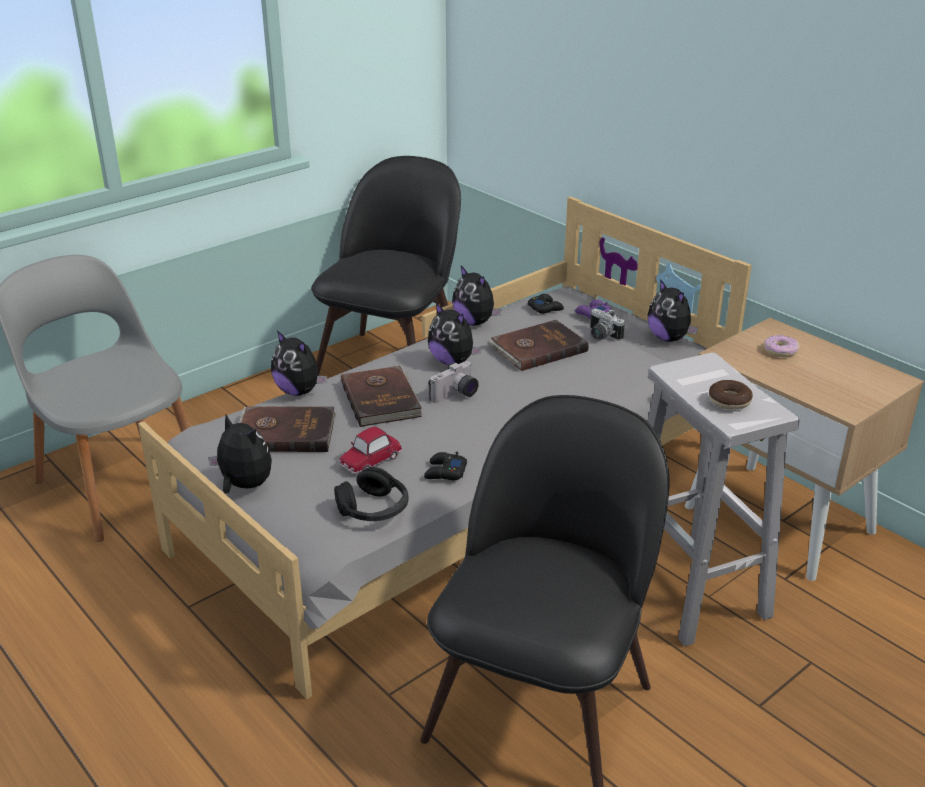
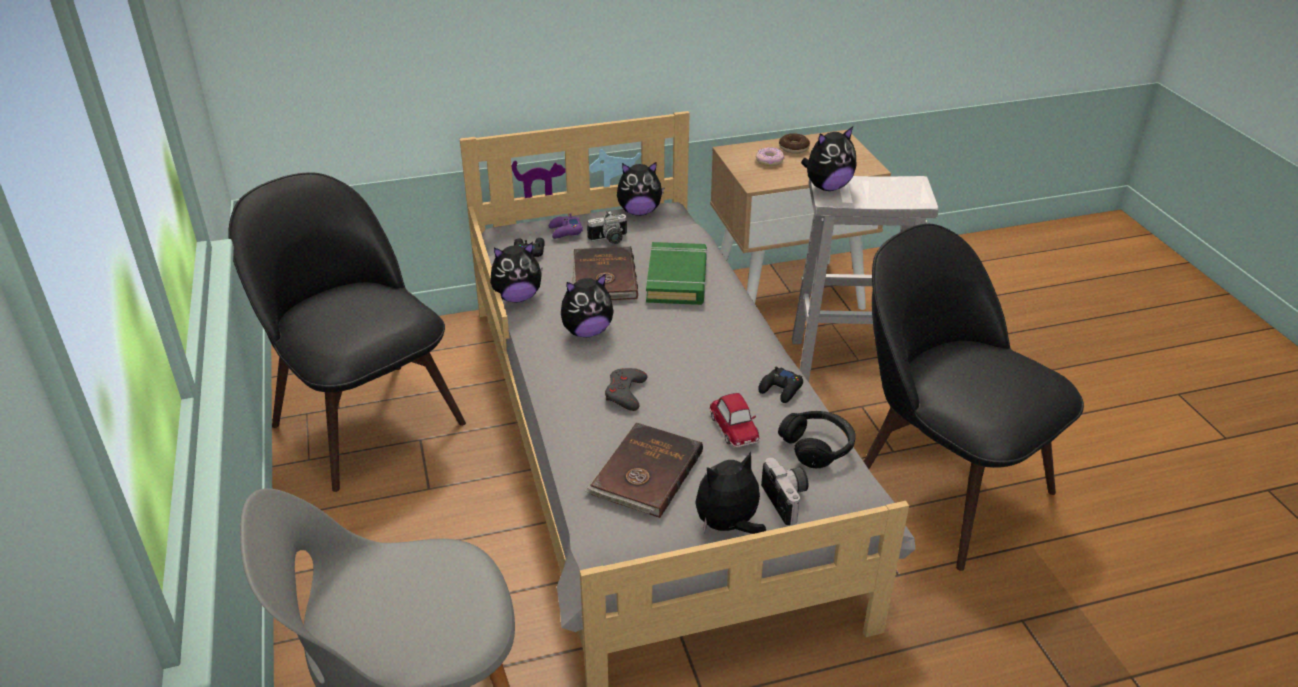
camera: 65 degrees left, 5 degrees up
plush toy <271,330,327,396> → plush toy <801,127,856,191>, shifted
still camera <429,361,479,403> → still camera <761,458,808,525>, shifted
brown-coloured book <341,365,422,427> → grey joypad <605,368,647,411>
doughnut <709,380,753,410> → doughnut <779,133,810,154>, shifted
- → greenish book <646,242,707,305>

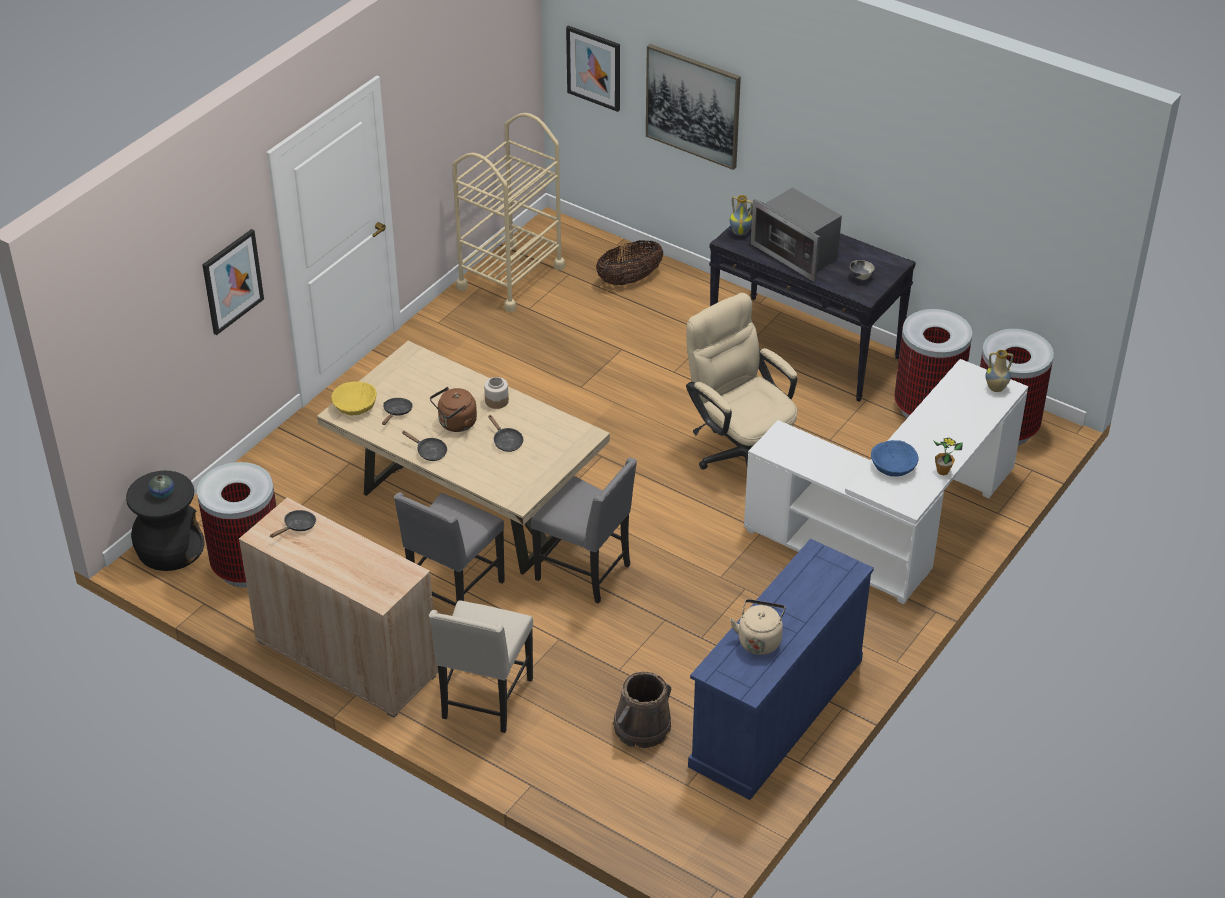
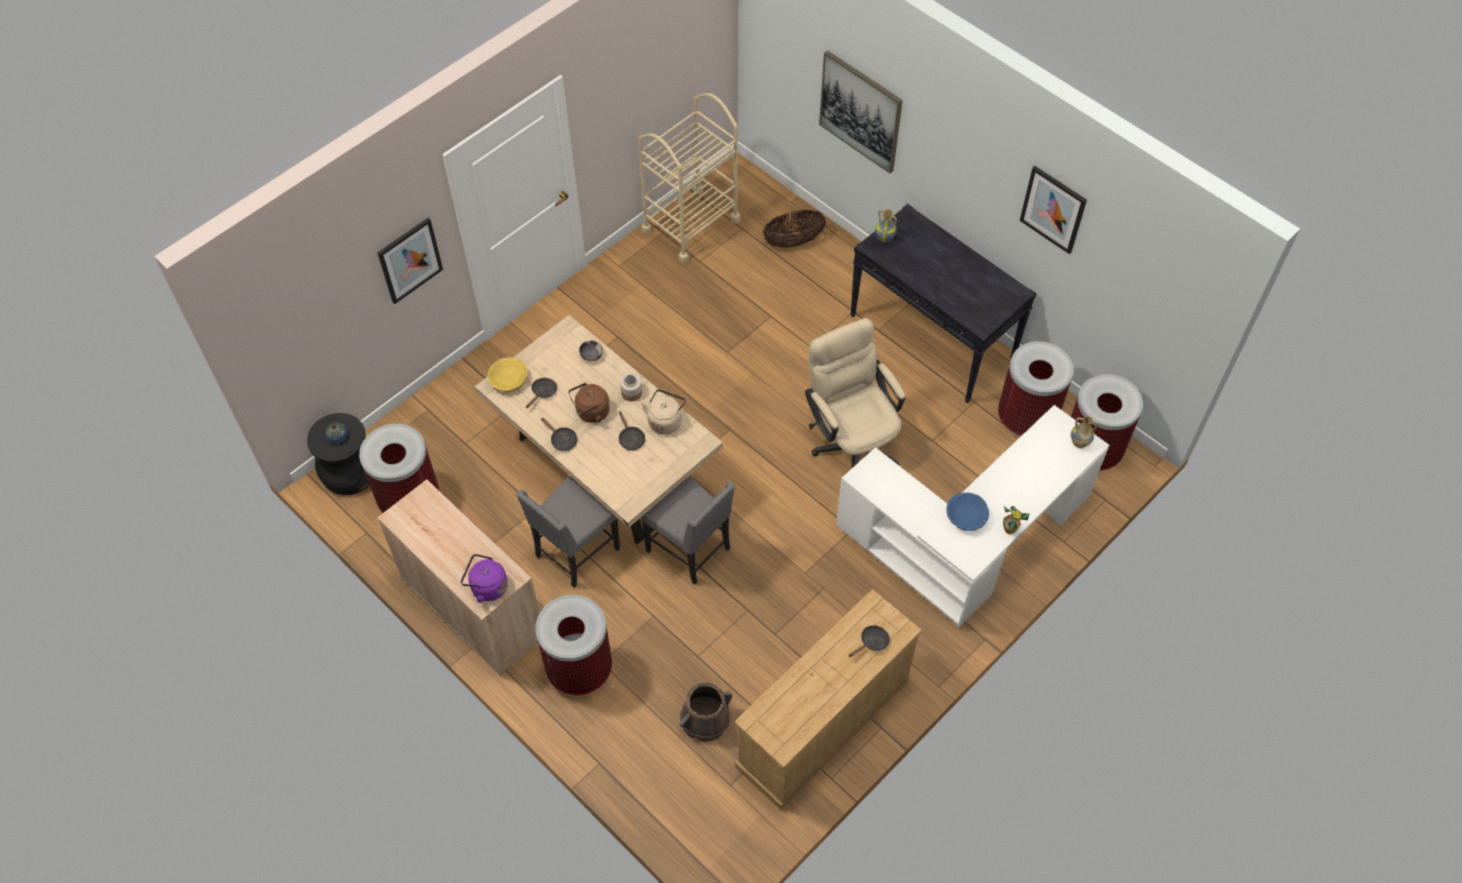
camera: 10 degrees right, 15 degrees up
wall picture <566,26,620,112> → wall picture <1020,166,1087,254>, shifted
kitchen microwave <751,188,842,282> → -
serving bowl <849,260,875,280> → serving bowl <579,340,603,361>, shifted
blackish frying pan <270,510,316,538> → blackish frying pan <849,625,890,657>, shifted
bluish dresser <688,539,874,800> → sand-coloured dresser <734,589,922,810>
sand-coloured tea kettle <730,599,786,655> → sand-coloured tea kettle <641,389,686,435>, shifted
sand-coloured chair <429,600,533,733> → trash can <535,595,612,695>
- → purple tea kettle <461,554,508,602>

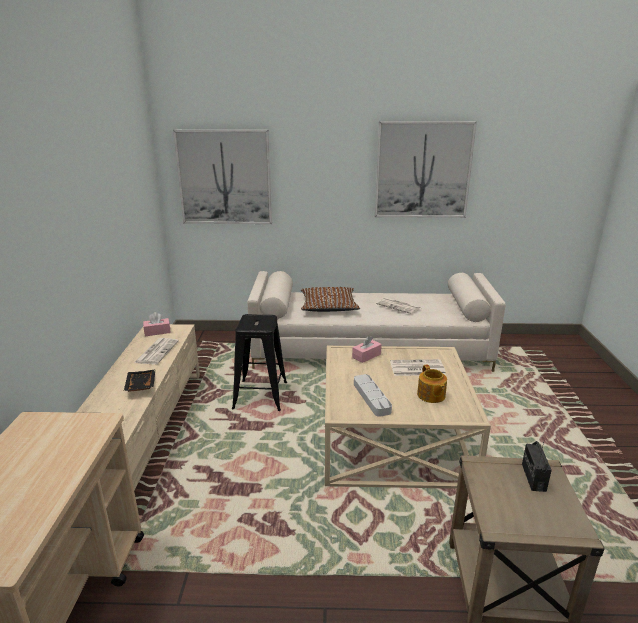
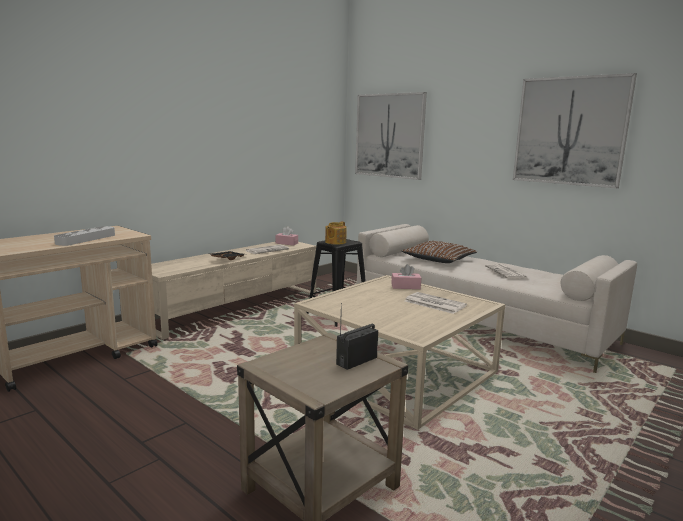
camera: 40 degrees right, 10 degrees down
pot for tea <417,364,447,403> → pot for tea <325,221,347,245>, shifted
grey serving tray <354,374,392,417> → grey serving tray <54,226,115,246>, shifted

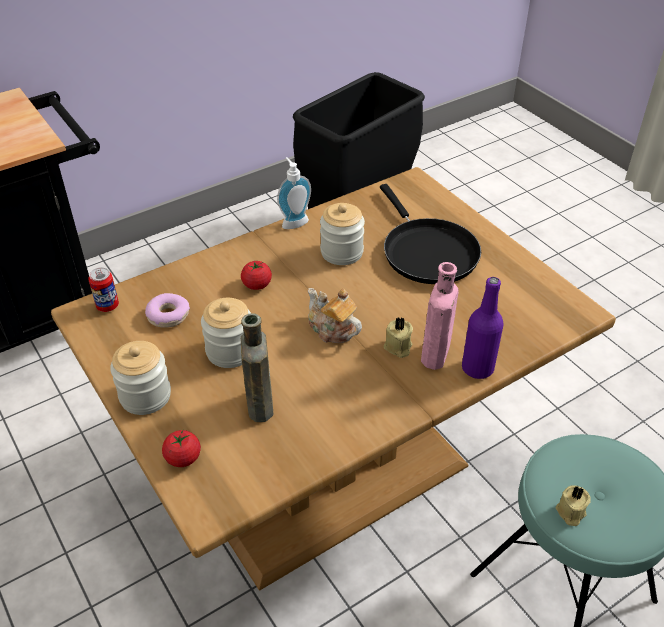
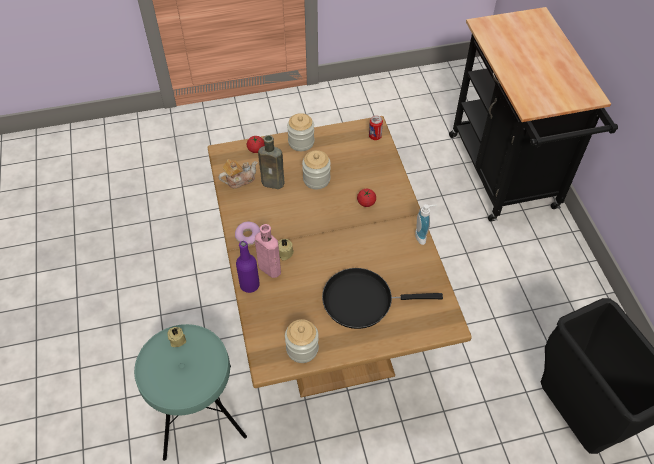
camera: 110 degrees right, 10 degrees up
preserve jar <320,203,365,265> → preserve jar <285,319,319,363>, shifted
pot for tea <307,288,362,343> → pot for tea <219,159,257,188>, shifted
doughnut <145,293,190,328> → doughnut <235,221,260,246>, shifted

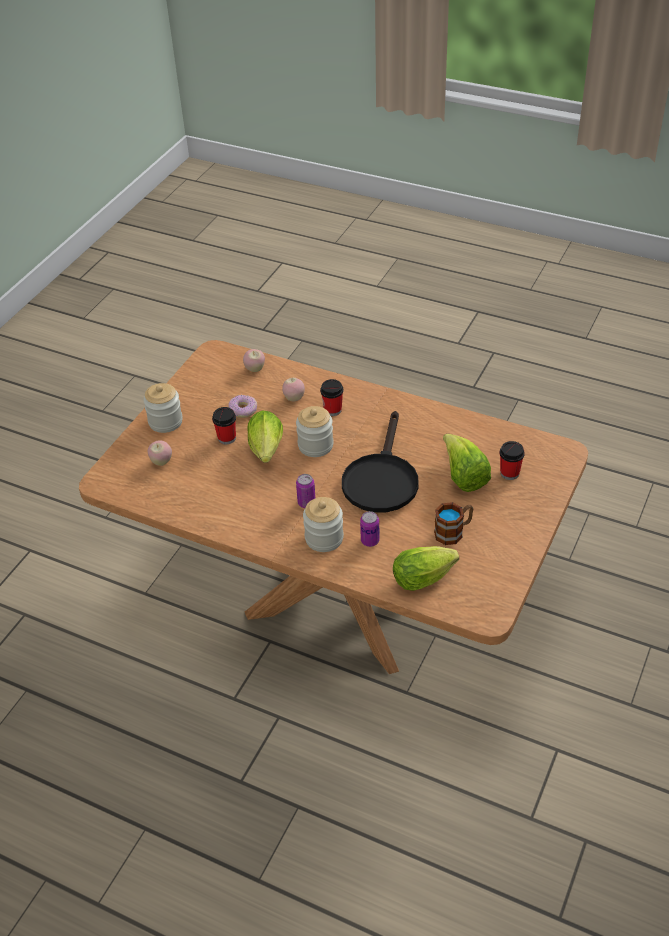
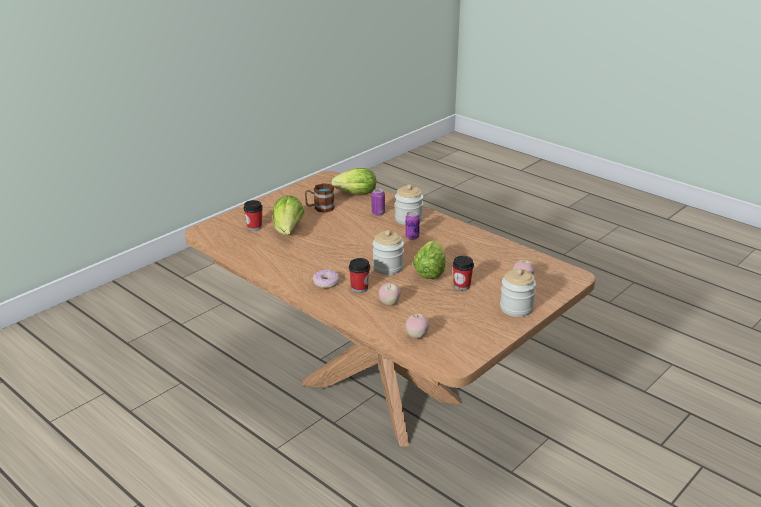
camera: 165 degrees left, 15 degrees down
doughnut <228,395,257,418> → doughnut <313,269,339,288>, shifted
blackish frying pan <342,411,419,513> → -

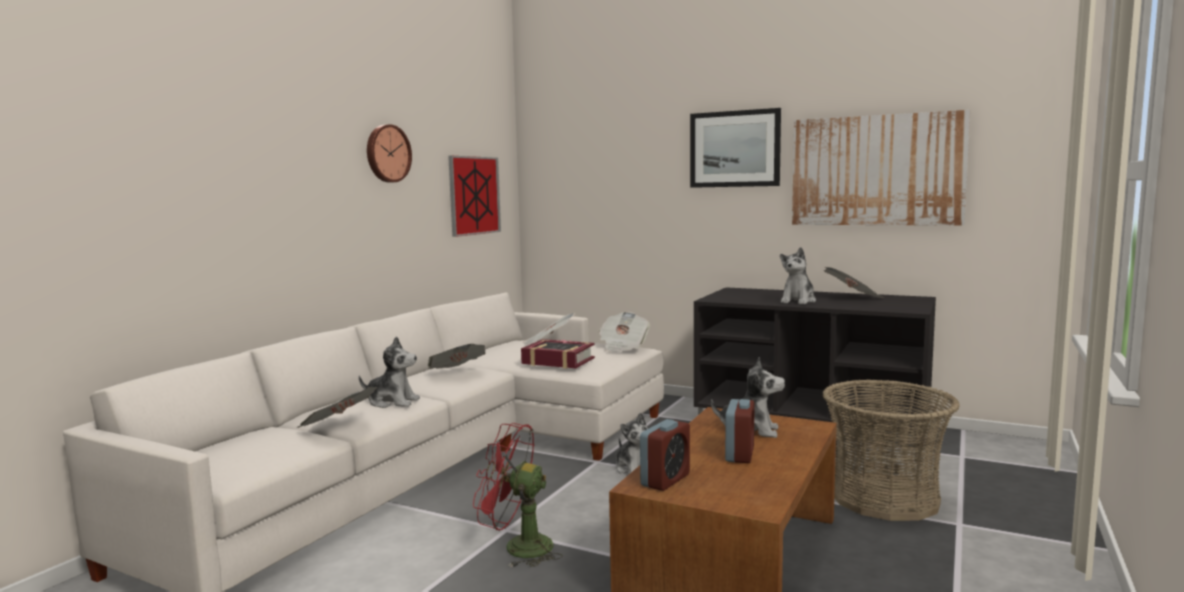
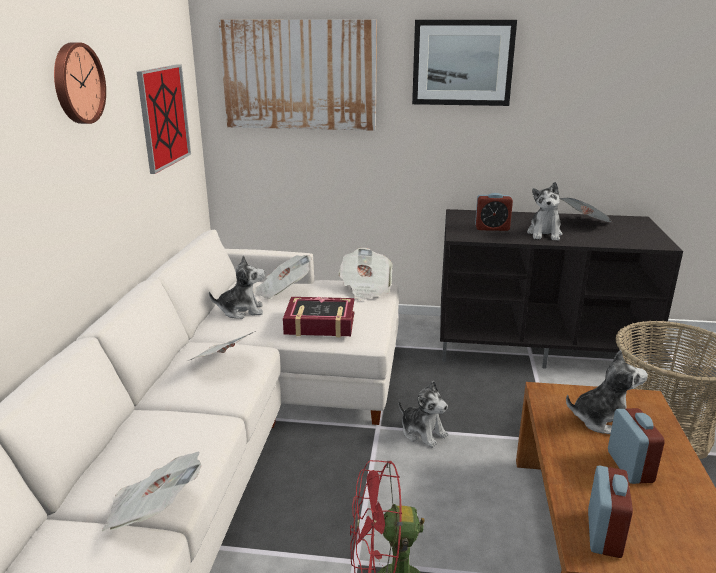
camera: 20 degrees left, 15 degrees up
wall picture <792,110,971,226> → wall picture <218,20,377,131>, shifted
plush toy <359,336,420,408> → plush toy <209,255,265,319>, shifted
- → table clock <475,193,513,231>

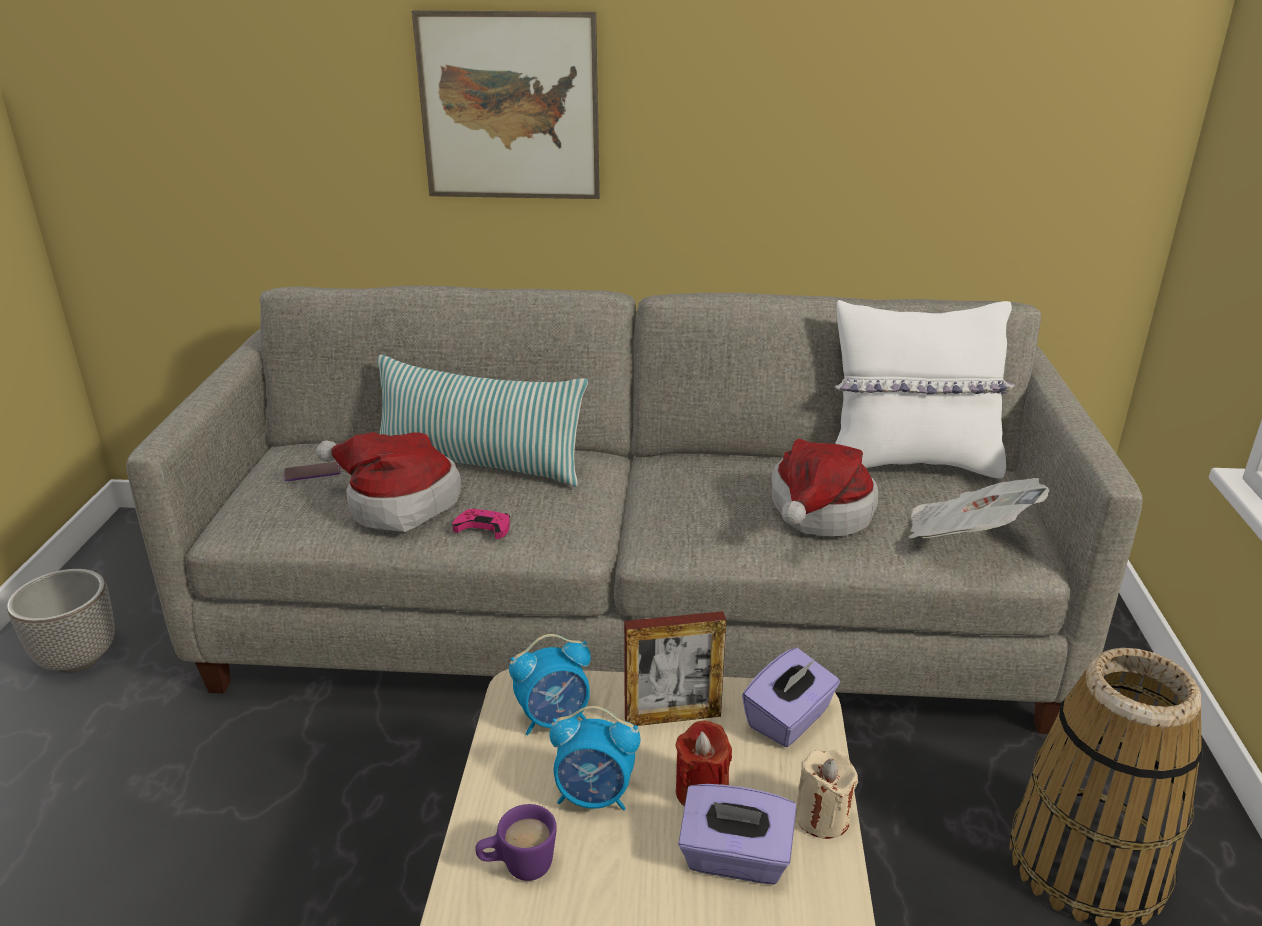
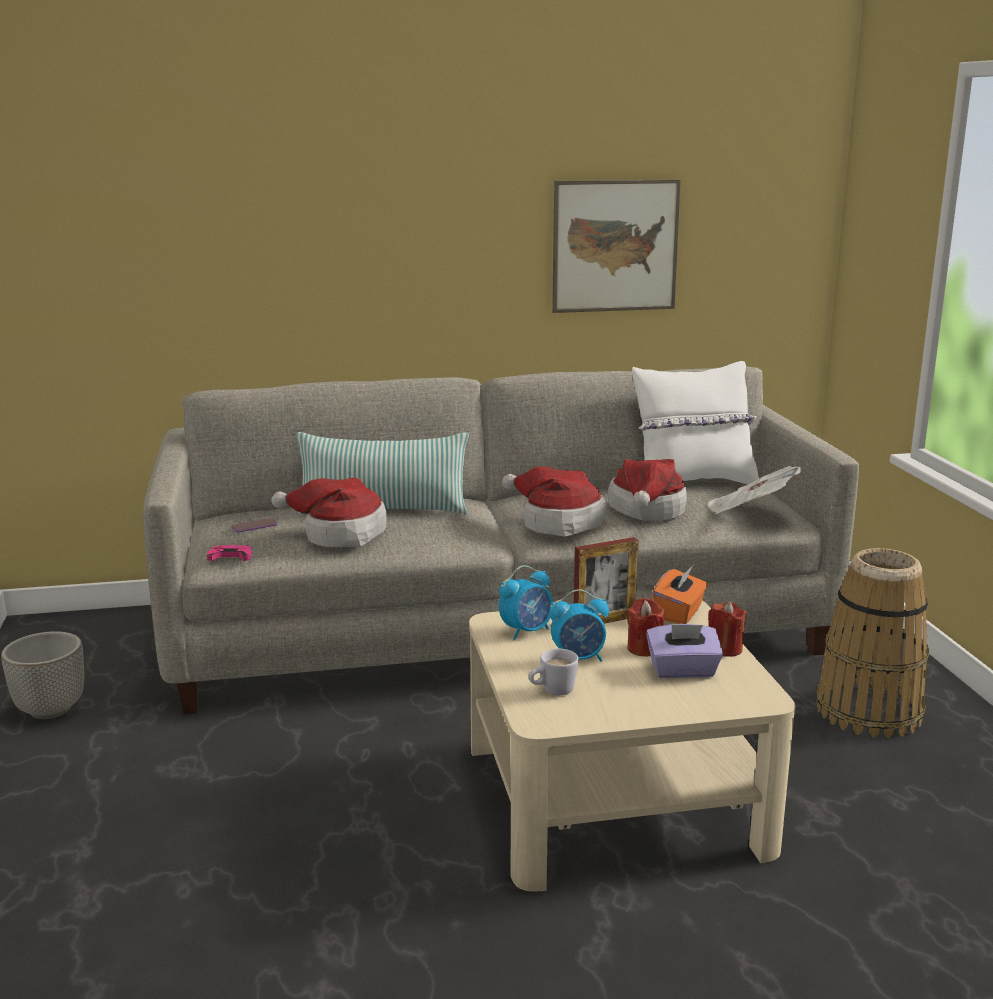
camera: 15 degrees left, 10 degrees down
wall picture <412,10,600,199> → wall picture <552,180,681,313>, shifted
pinkish joypad <452,509,510,539> → pinkish joypad <207,545,252,561>, shifted
purple tissue holder <742,648,840,747> → orange tissue holder <652,566,708,624>
sand-coloured wax light <795,750,858,839> → reddish wax light <708,601,747,657>
purple mug <475,804,557,881> → white-coloured mug <529,649,579,695>
- → hat <502,466,606,537>

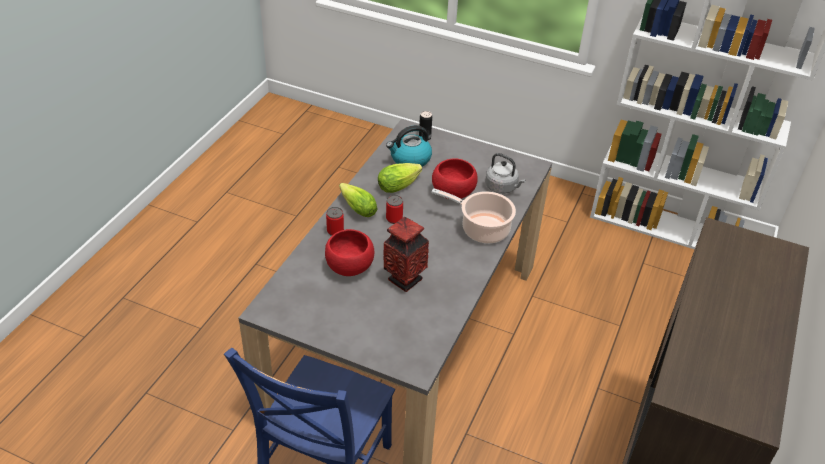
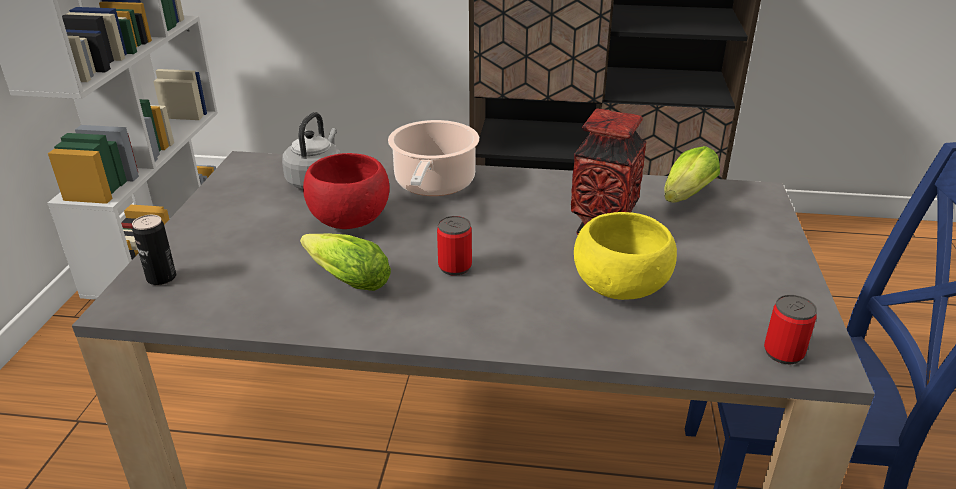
camera: 105 degrees left, 10 degrees down
tea kettle <386,125,432,167> → -
head of lettuce <339,183,378,217> → head of lettuce <664,146,720,202>, shifted
can <326,207,344,236> → can <764,295,817,364>, shifted
reddish serving bowl <325,229,374,276> → yellow serving bowl <574,212,677,300>

